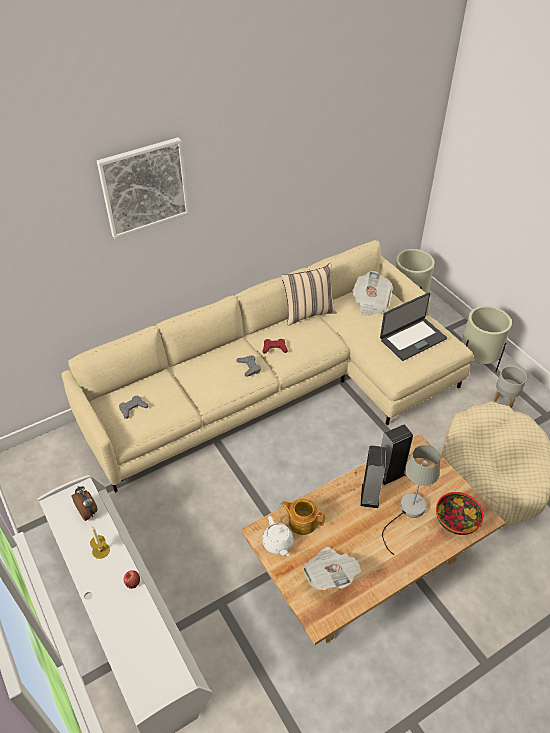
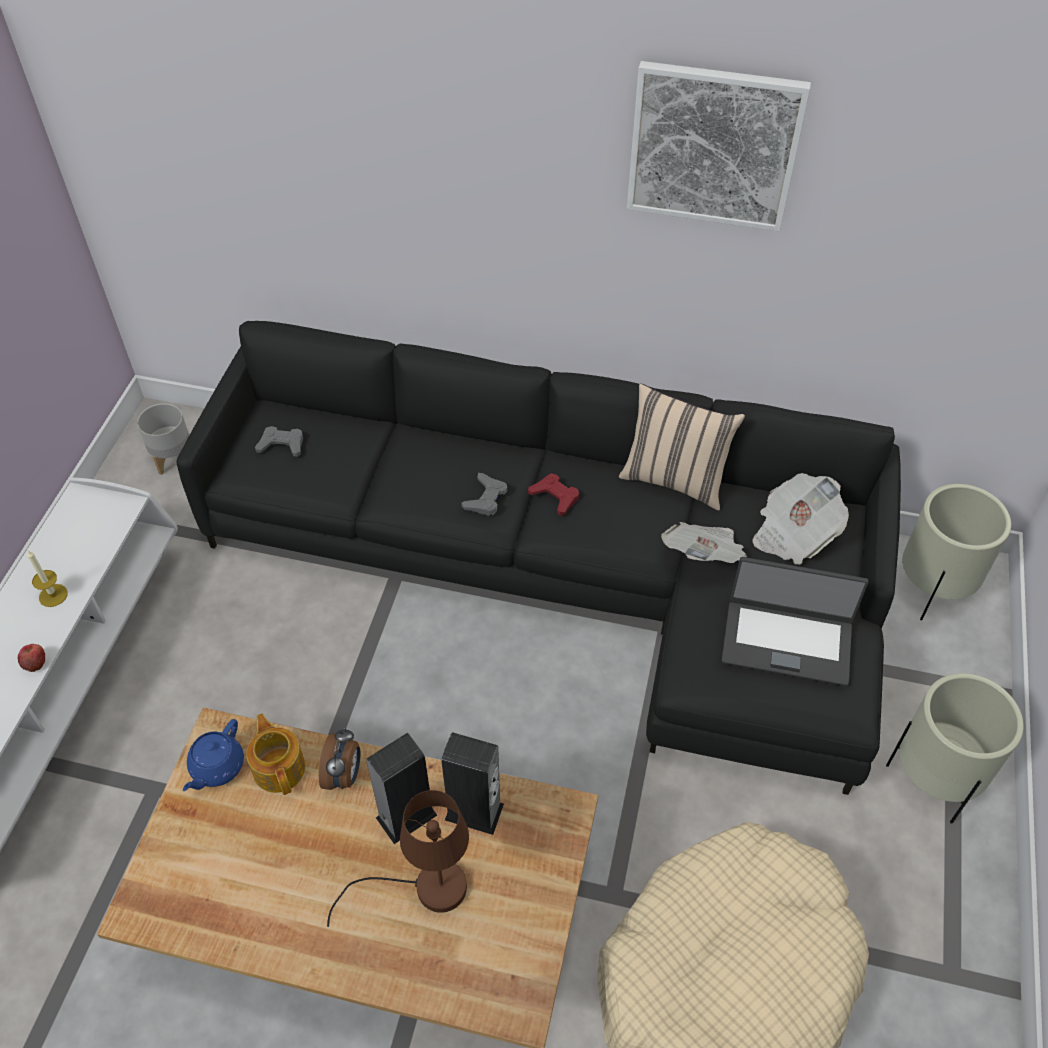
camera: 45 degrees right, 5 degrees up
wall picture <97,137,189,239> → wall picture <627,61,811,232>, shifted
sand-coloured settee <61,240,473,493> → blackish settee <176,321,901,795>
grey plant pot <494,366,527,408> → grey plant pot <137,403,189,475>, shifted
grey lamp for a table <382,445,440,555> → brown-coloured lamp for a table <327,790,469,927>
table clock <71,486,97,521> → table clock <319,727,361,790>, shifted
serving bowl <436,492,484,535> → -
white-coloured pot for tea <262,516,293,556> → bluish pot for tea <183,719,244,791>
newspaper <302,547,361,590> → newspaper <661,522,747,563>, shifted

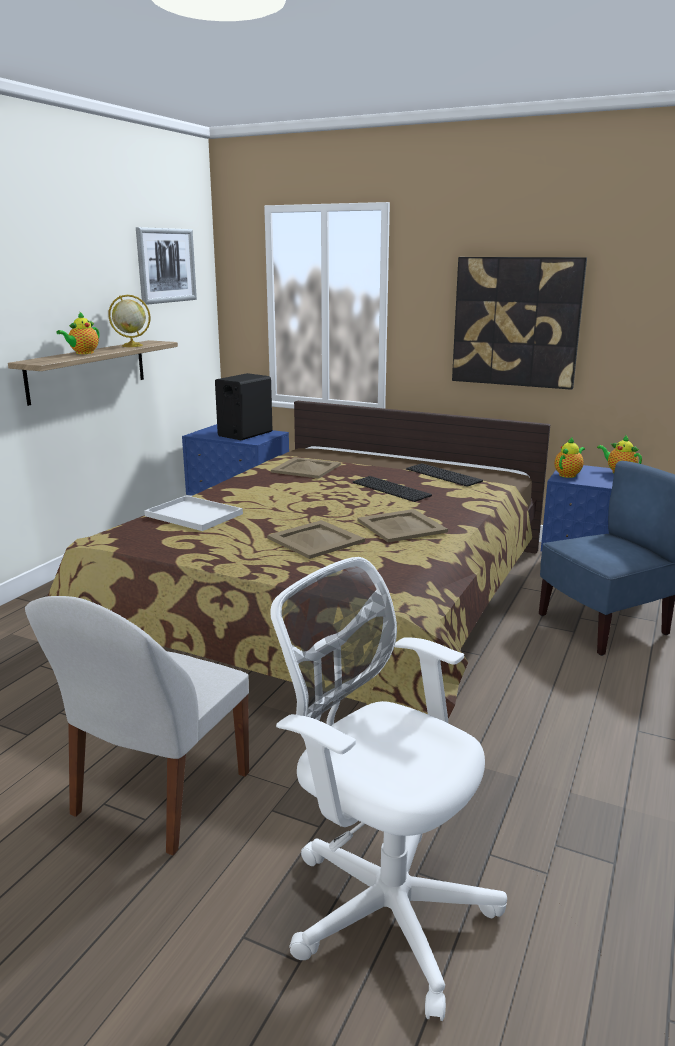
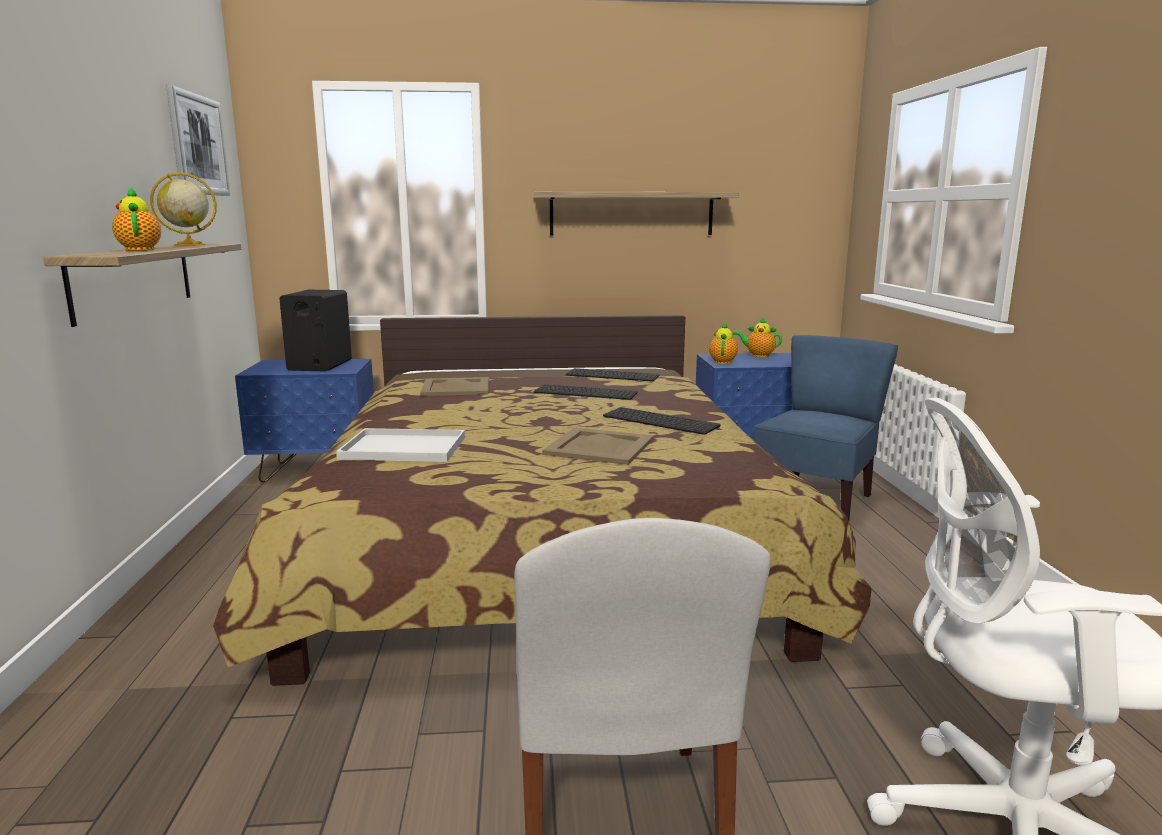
camera: 30 degrees left, 5 degrees down
wall picture <452,257,587,390> → wall shelf <534,192,739,235>
pot for tea <56,311,99,354> → pot for tea <112,187,161,250>, 150 degrees clockwise
sand-coloured serving tray <357,509,448,543> → keyboard <603,407,721,435>

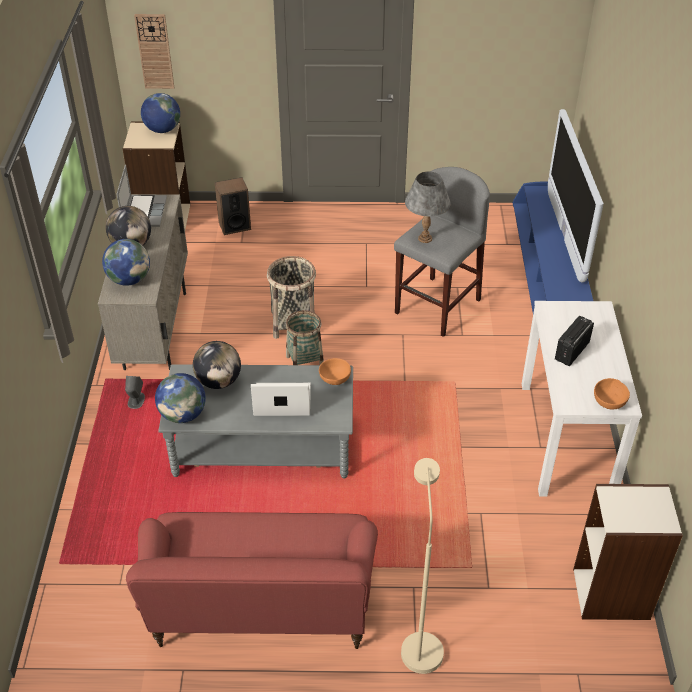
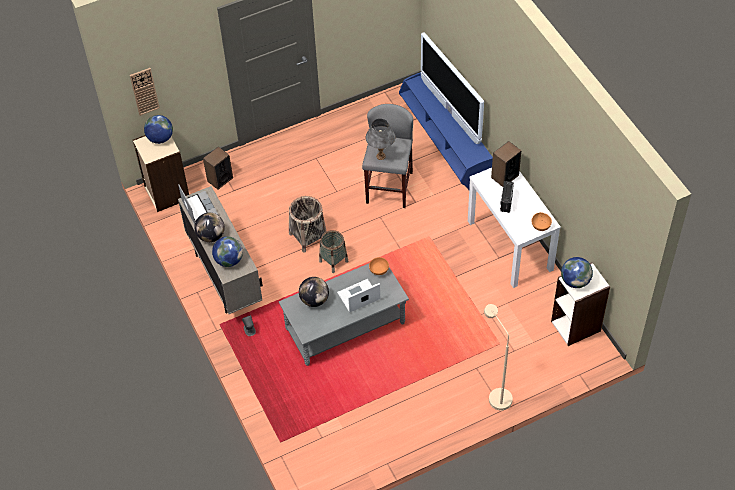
camera: 25 degrees left, 10 degrees up
globe <155,373,206,423> → globe <561,257,593,288>, shifted
reddish settee <126,512,378,649> → -
- → speaker <491,141,521,187>

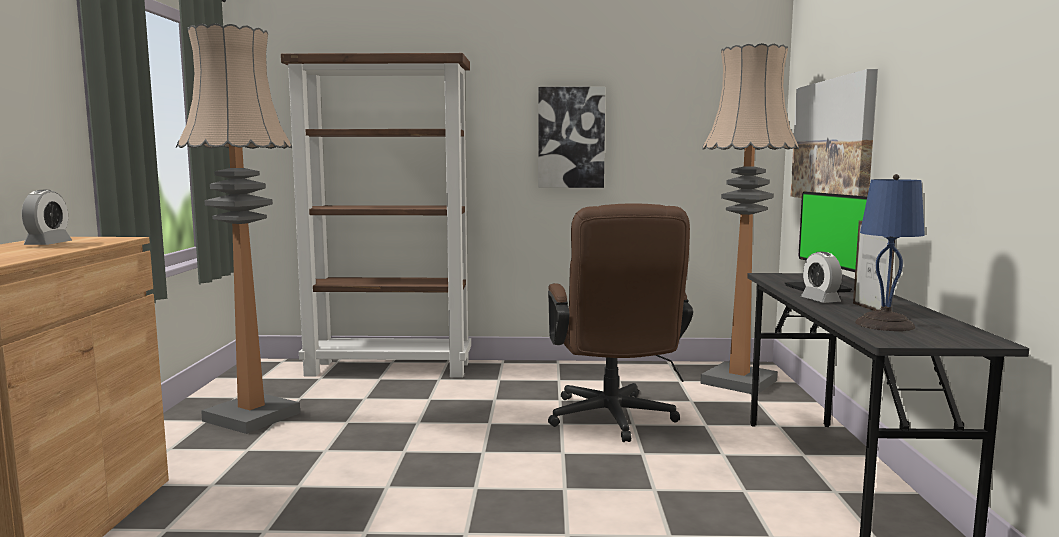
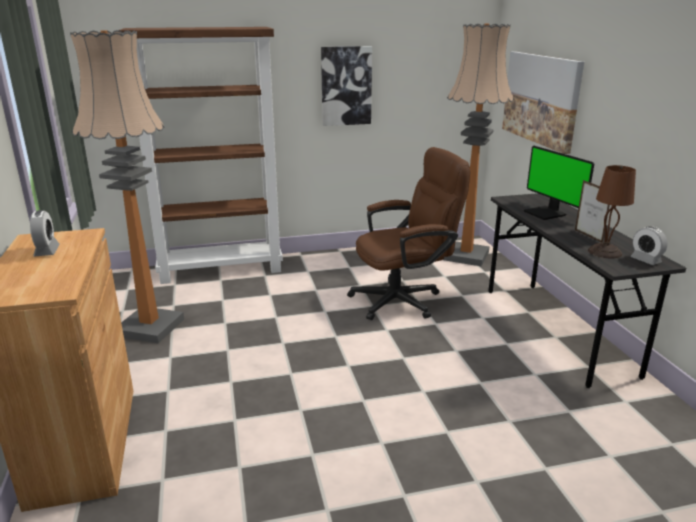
camera: 15 degrees left, 15 degrees up
bluish lamp for a table <855,174,925,331> → brown-coloured lamp for a table <588,165,636,258>
brown-coloured desk chair <548,203,693,442> → brown-coloured desk chair <347,147,470,320>, 90 degrees counterclockwise
table clock <801,252,842,303> → table clock <630,226,667,265>, shifted

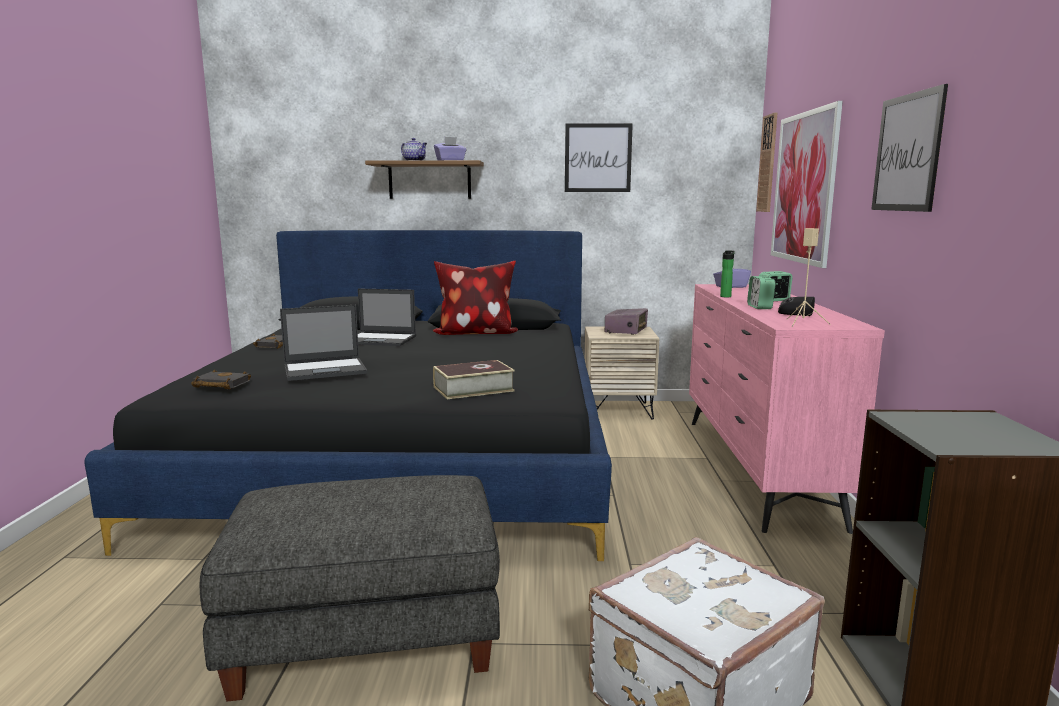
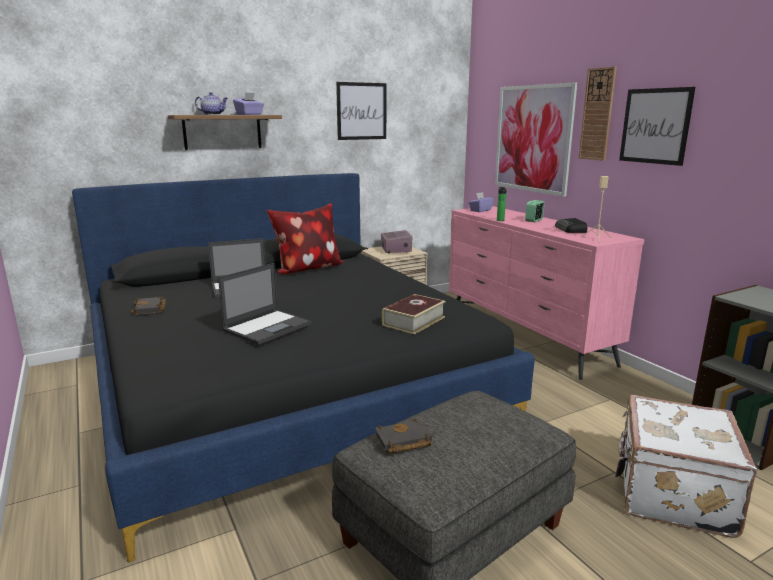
camera: 30 degrees left, 5 degrees up
hanging clock <756,112,777,212> → hanging clock <579,66,617,161>, shifted
table clock <747,276,775,309> → -
blackish book <191,370,251,389> → blackish book <375,419,433,454>, shifted

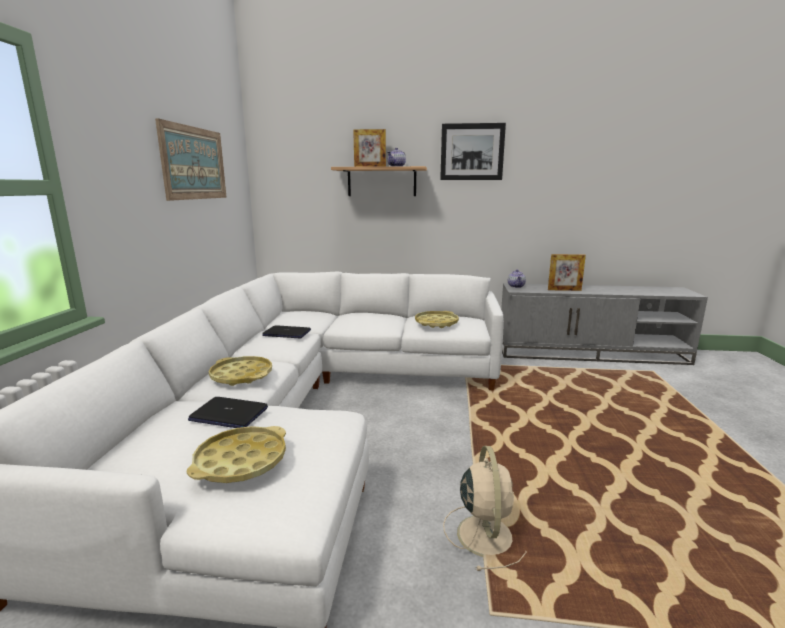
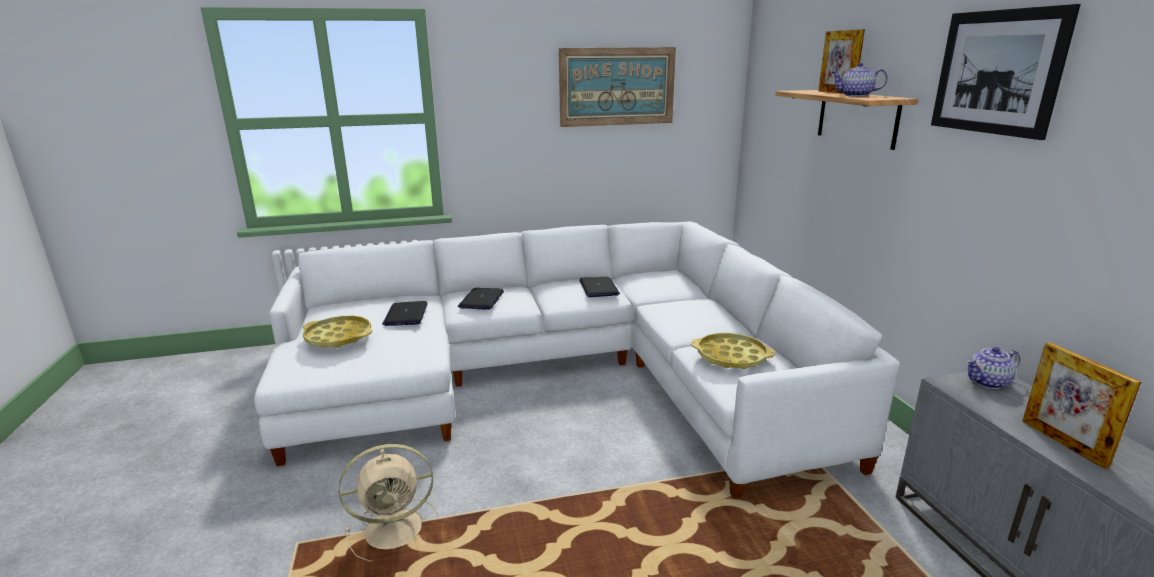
camera: 70 degrees right, 5 degrees up
yellow serving tray <209,356,272,386> → notebook computer <458,288,504,310>

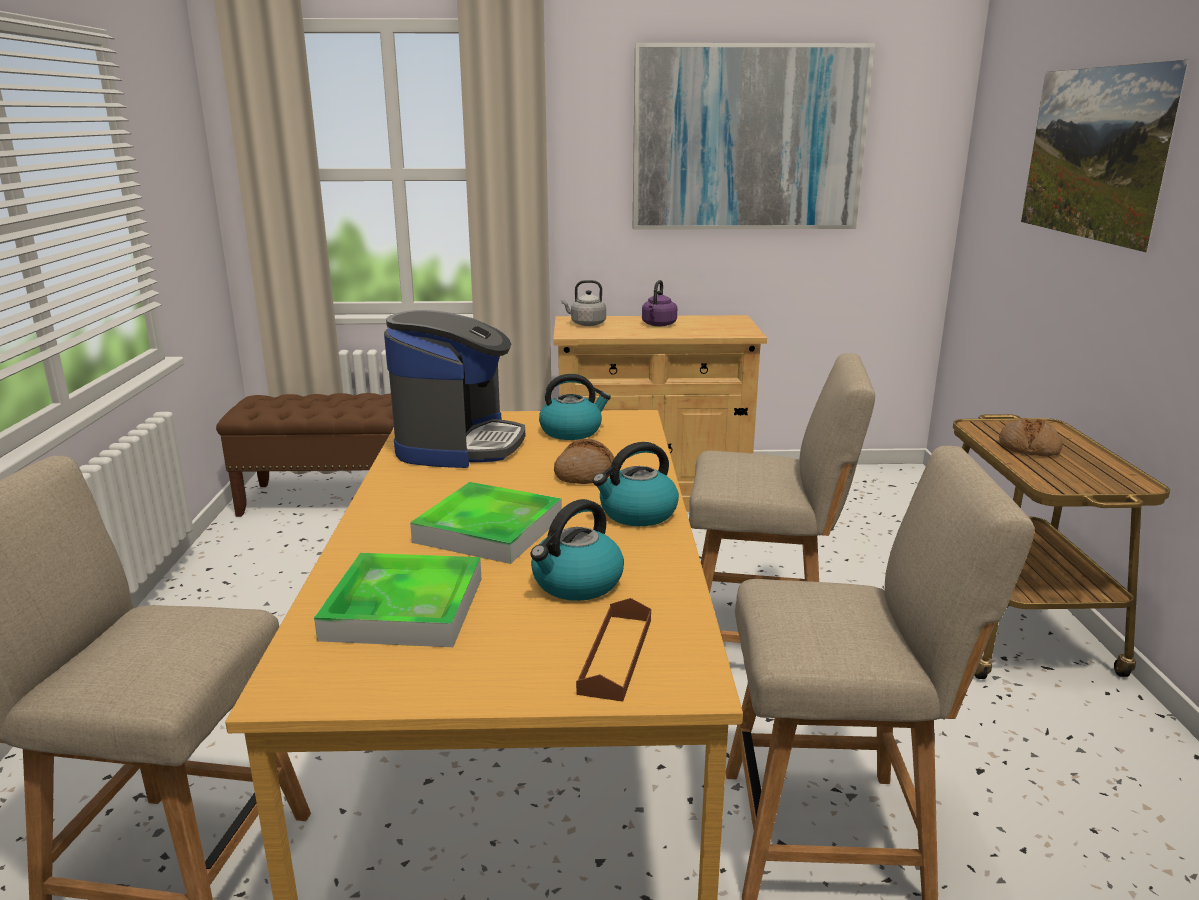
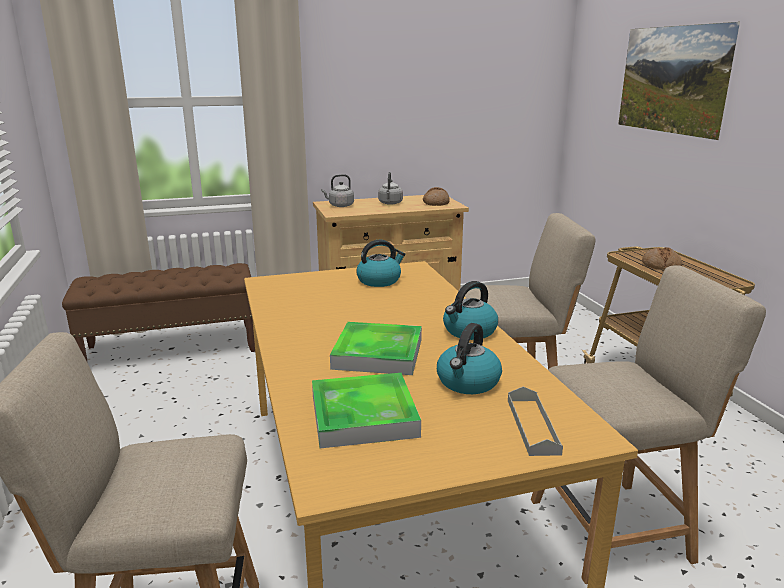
camera: 15 degrees left, 0 degrees up
wall picture <633,43,875,230> → -
purple tea kettle <642,280,677,326> → grey tea kettle <378,172,403,205>
coffee machine <384,310,525,468> → -
baked bread <554,439,614,484> → baked bread <423,187,450,206>, shifted
brown-coloured serving tray <576,598,651,702> → grey serving tray <508,387,563,456>

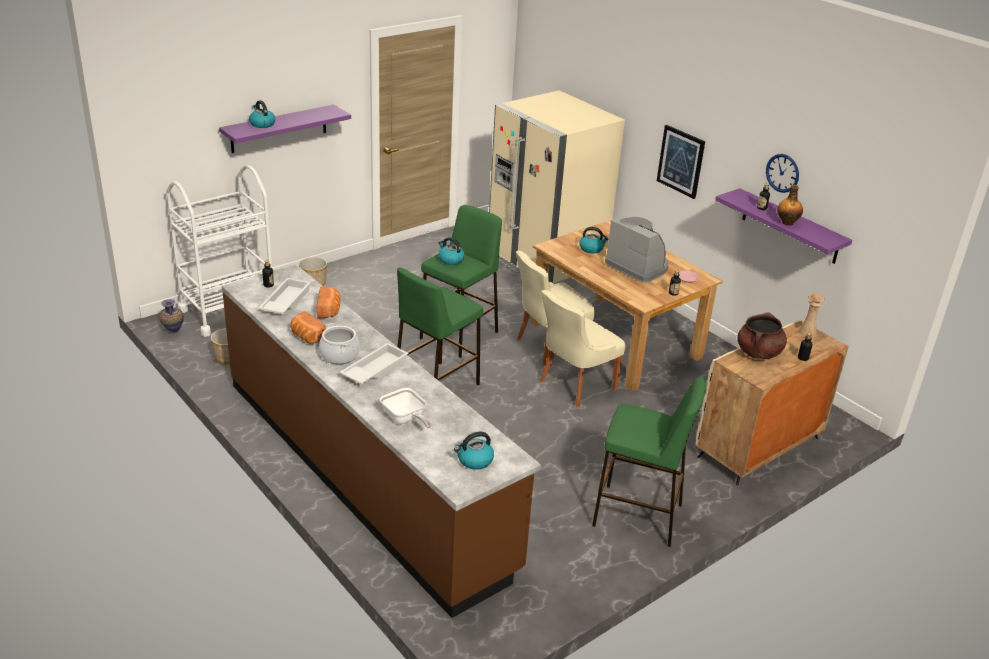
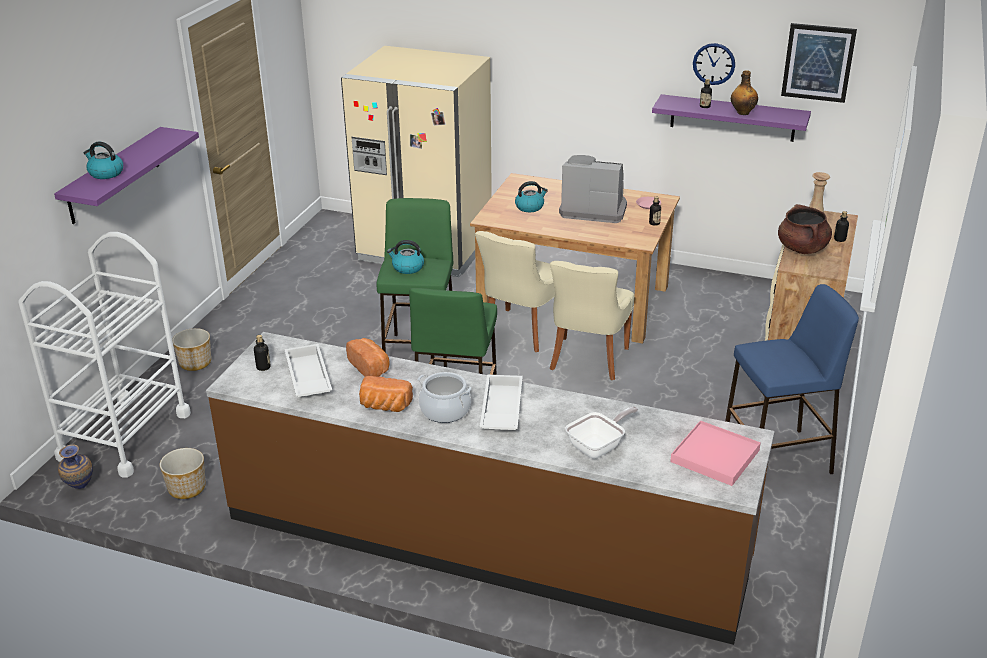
camera: 30 degrees left, 0 degrees up
wall picture <657,125,705,199> → wall picture <781,23,857,103>, shifted
greenish stool <592,377,706,547> → bluish stool <725,284,859,474>
frying pan <380,388,431,428> → frying pan <565,406,638,459>, 60 degrees counterclockwise
tea kettle <454,432,494,470> → pinkish serving tray <670,420,761,486>

